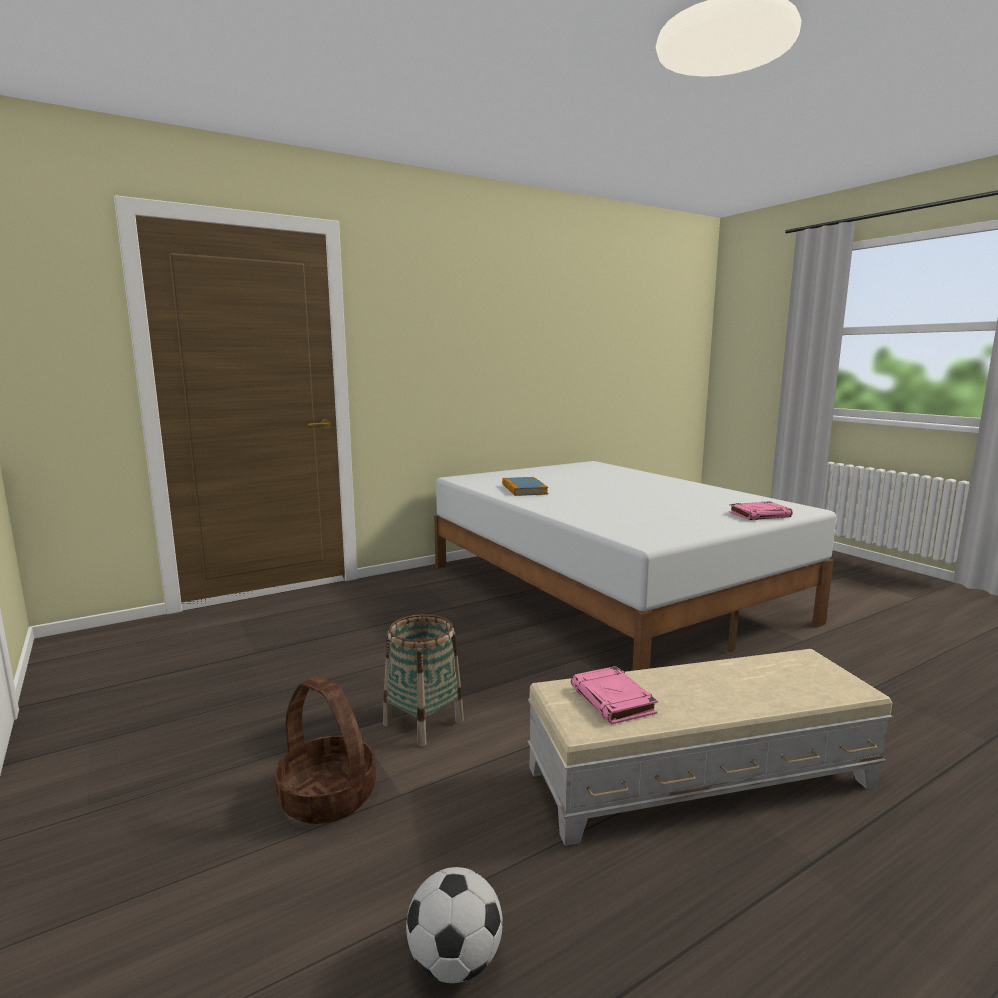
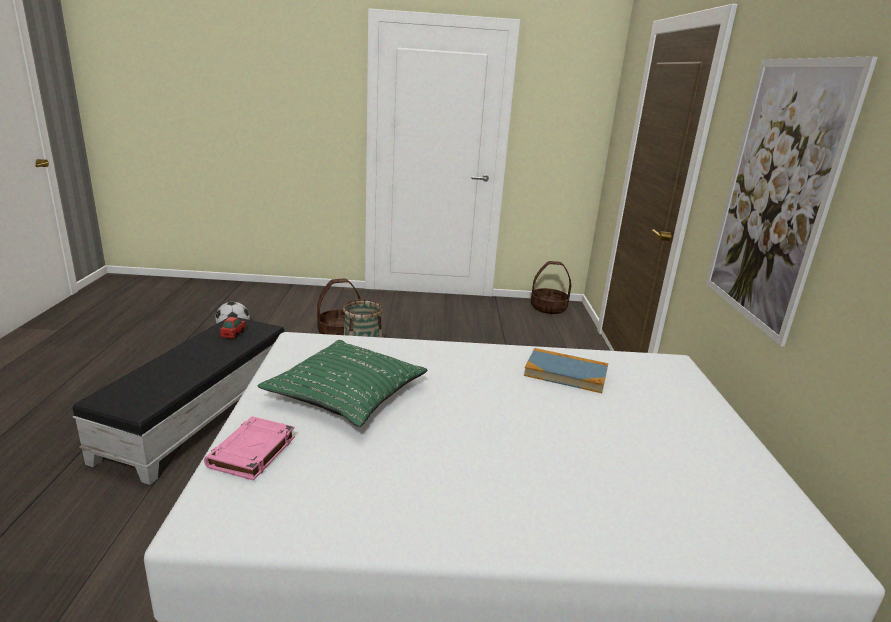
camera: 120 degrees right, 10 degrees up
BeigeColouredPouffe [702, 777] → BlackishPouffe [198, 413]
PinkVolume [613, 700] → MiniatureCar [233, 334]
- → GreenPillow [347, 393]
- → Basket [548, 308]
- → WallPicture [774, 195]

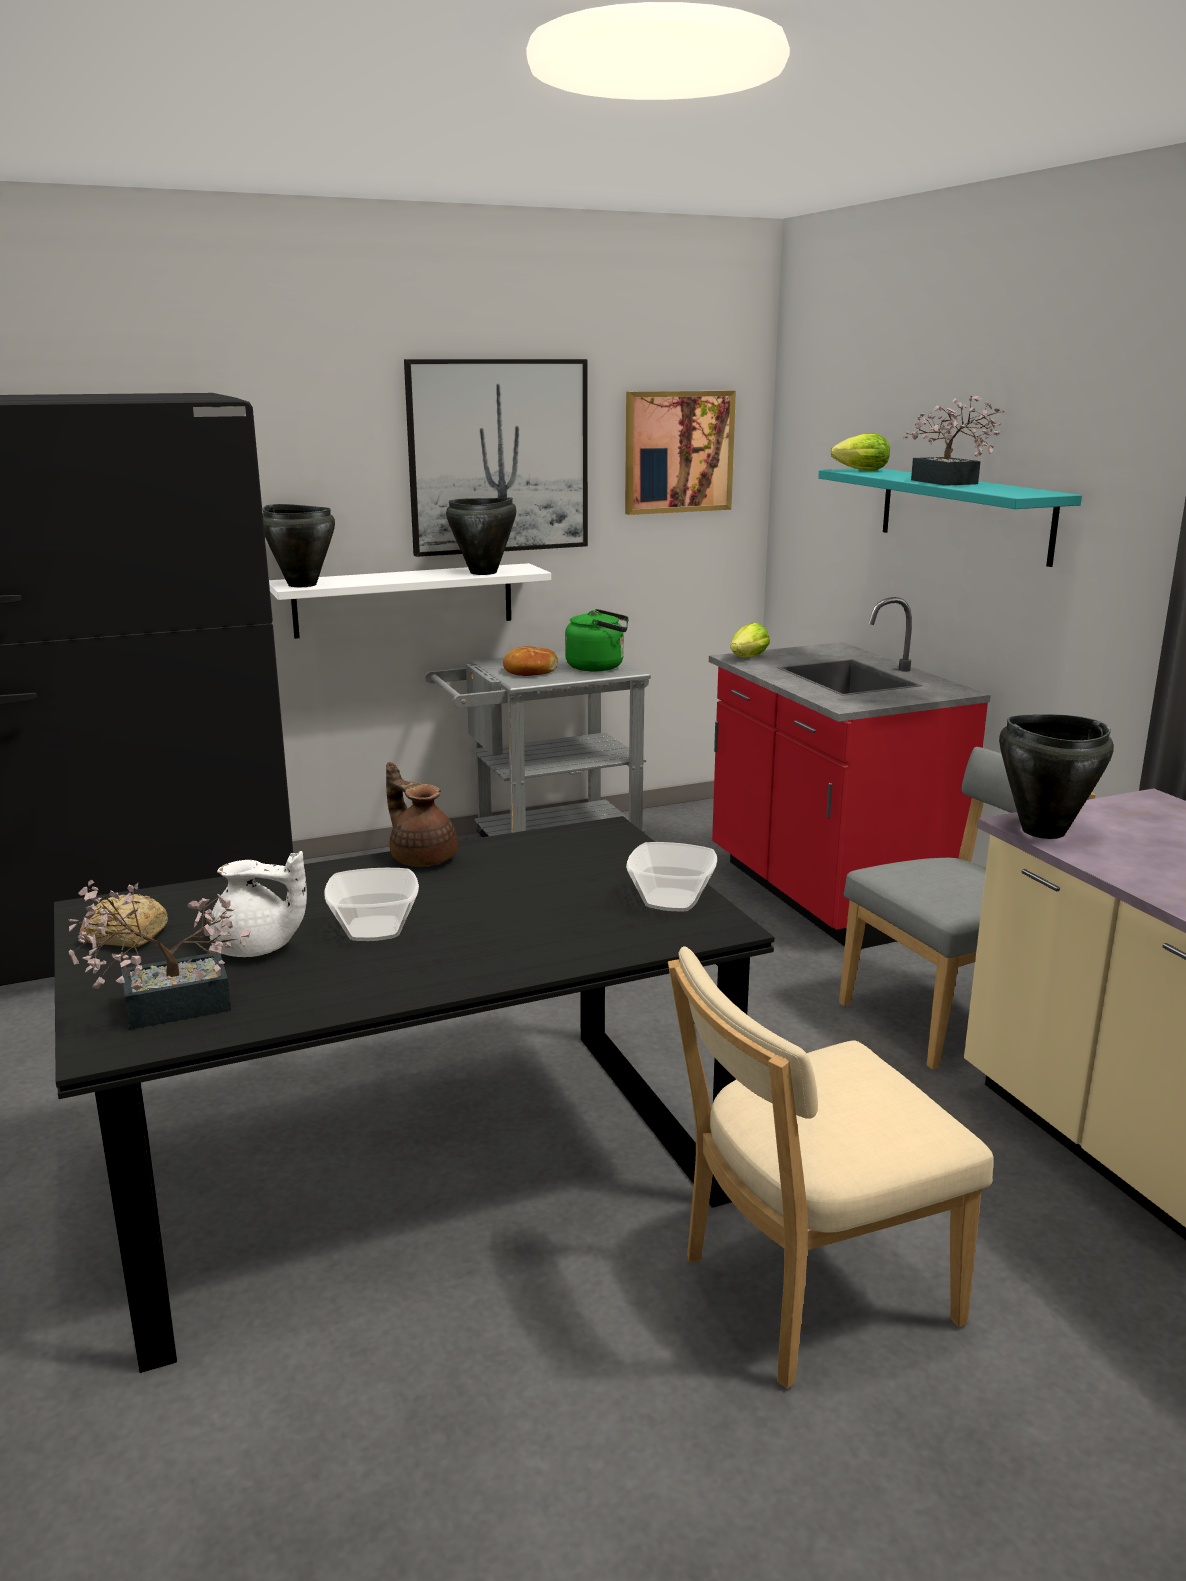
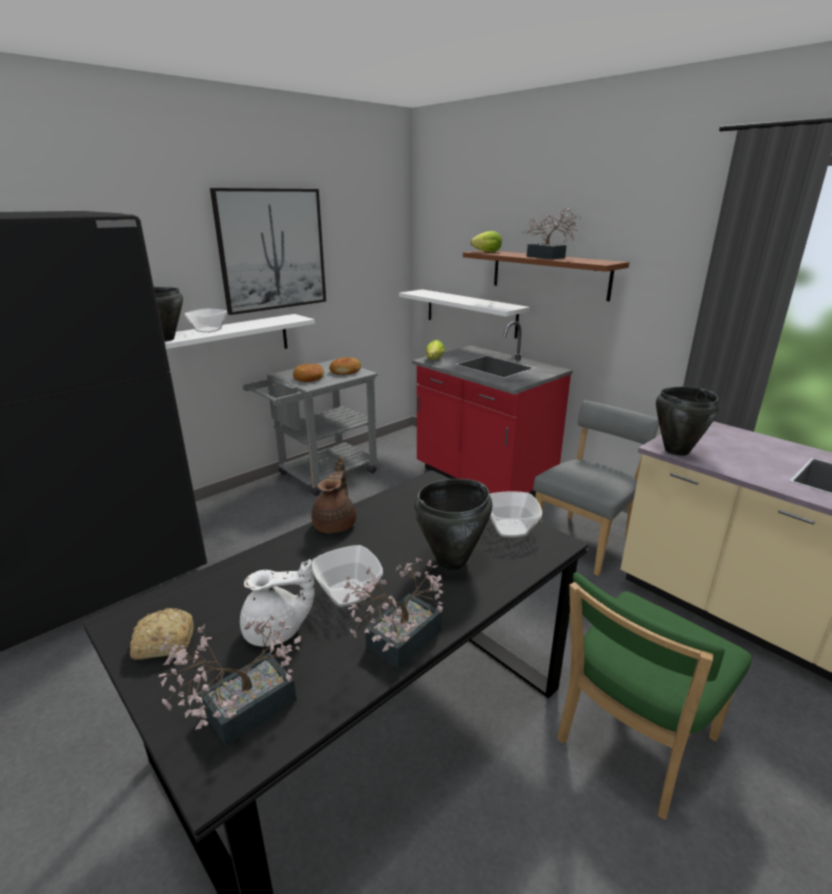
camera: 20 degrees left, 5 degrees up
BrownishPotForTea [422, 857] → BrownishPotForTea [336, 524], 75 degrees clockwise
BlackishSaucepot [484, 573] → BlackishSaucepot [452, 561], moved
GreenTeaKettle [599, 667] → BakeryBread [346, 371]
WallPicture [678, 452] → -
BeigeColouredPlainChair [807, 1293] → GreenPlainChair [631, 743]
BlueGreenWallShelf [964, 514] → BrownishWallShelf [549, 274]
- → ServingBowl [208, 330]
- → PlantInAPot [397, 643]
- → WhitishWallShelf [470, 313]

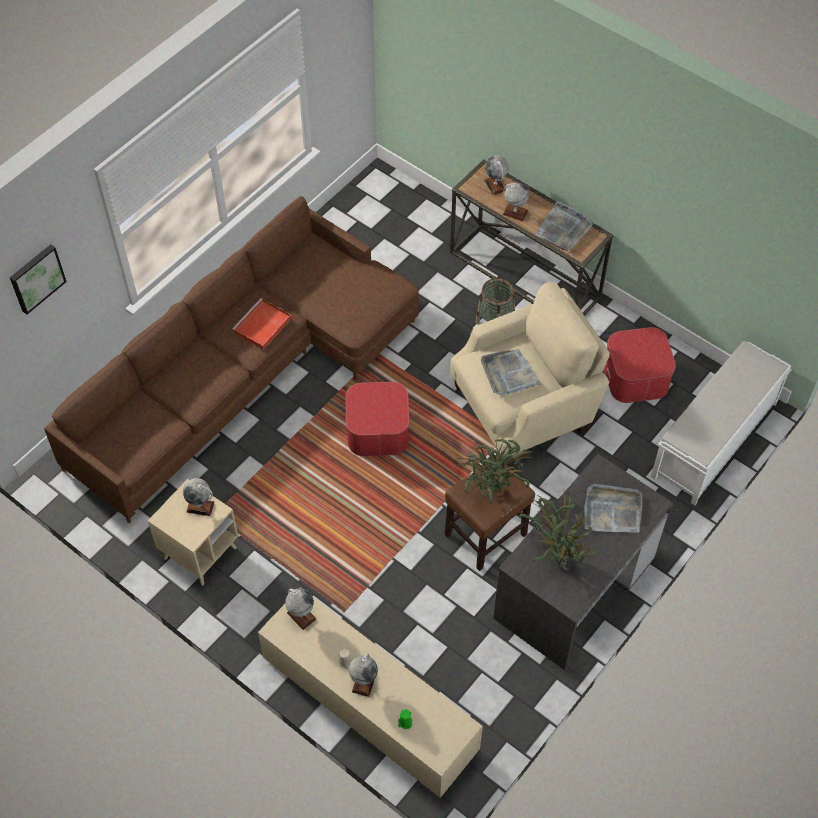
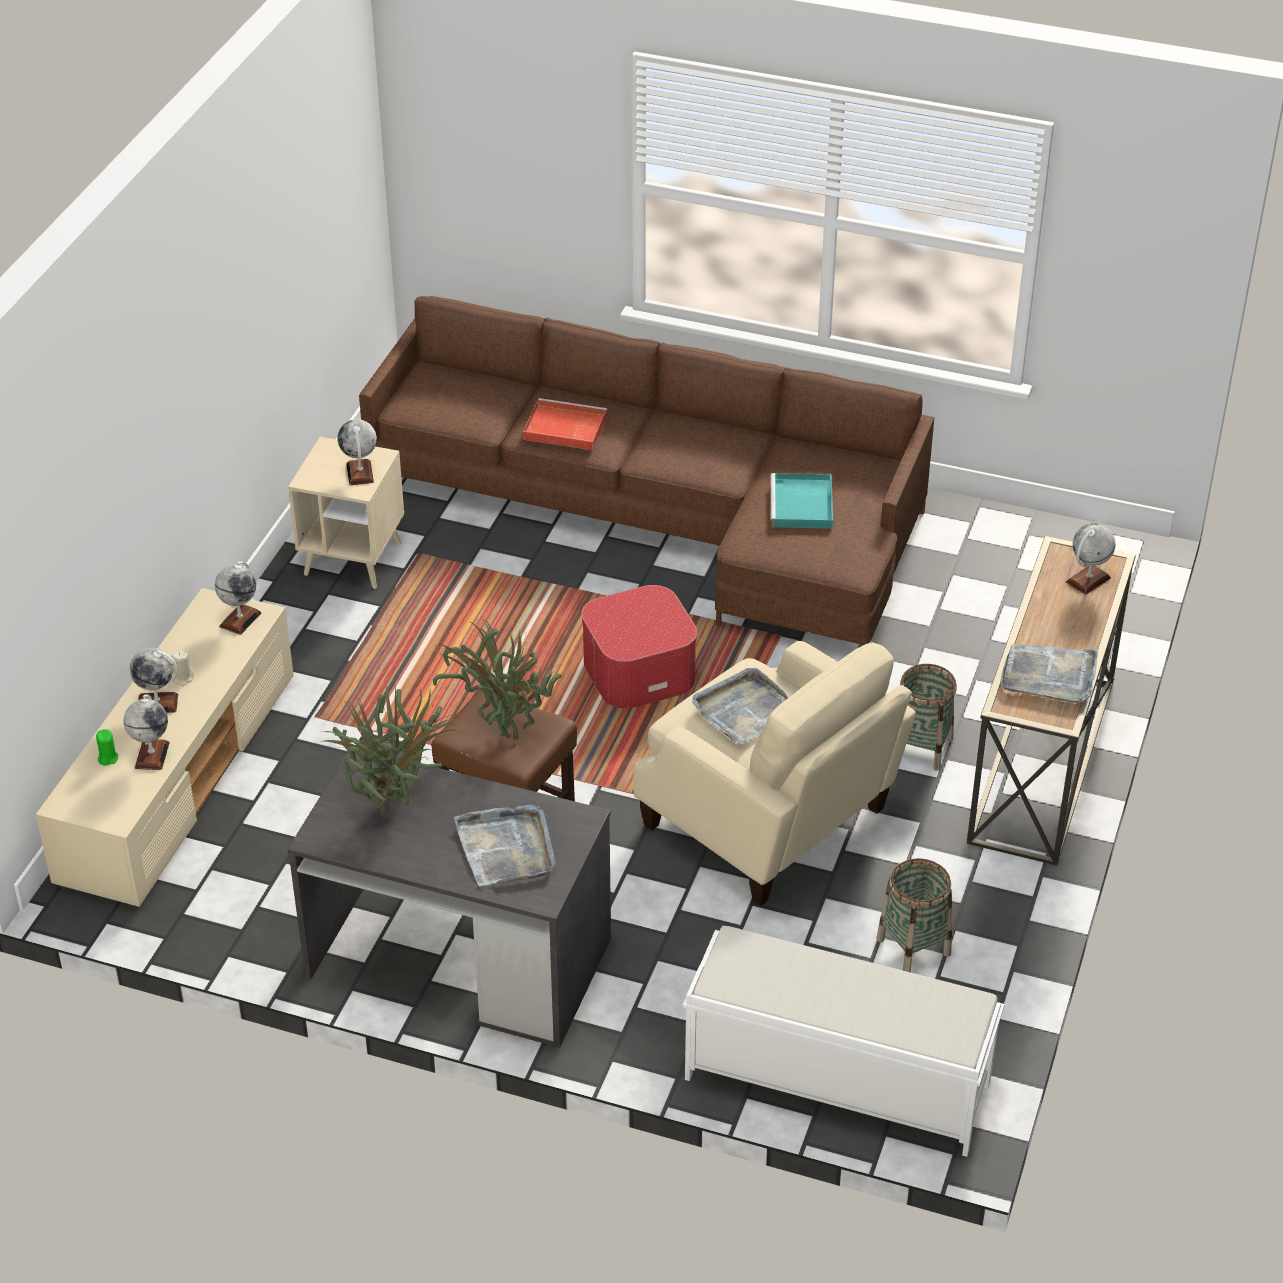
camera: 70 degrees right, 15 degrees down
WallPicture [36, 278] → -
ReddishCarryingTray [262, 326] → ReddishCarryingTray [563, 428], moved
WorldGlobe [514, 212] → WorldGlobe [152, 755], moved
Pouffe [636, 376] → Basket [913, 947]
- → BlueGreenCarryingTray [802, 505]

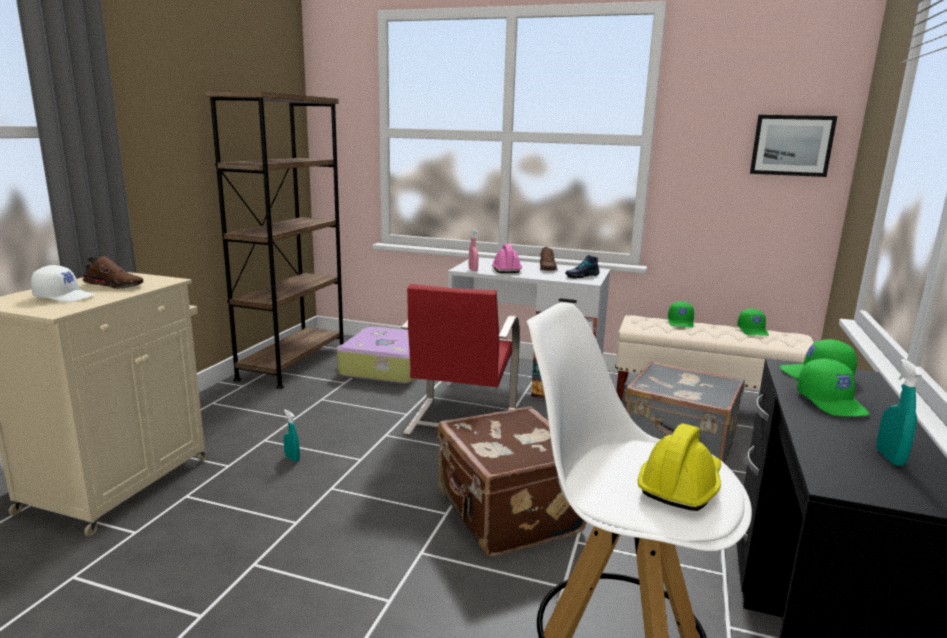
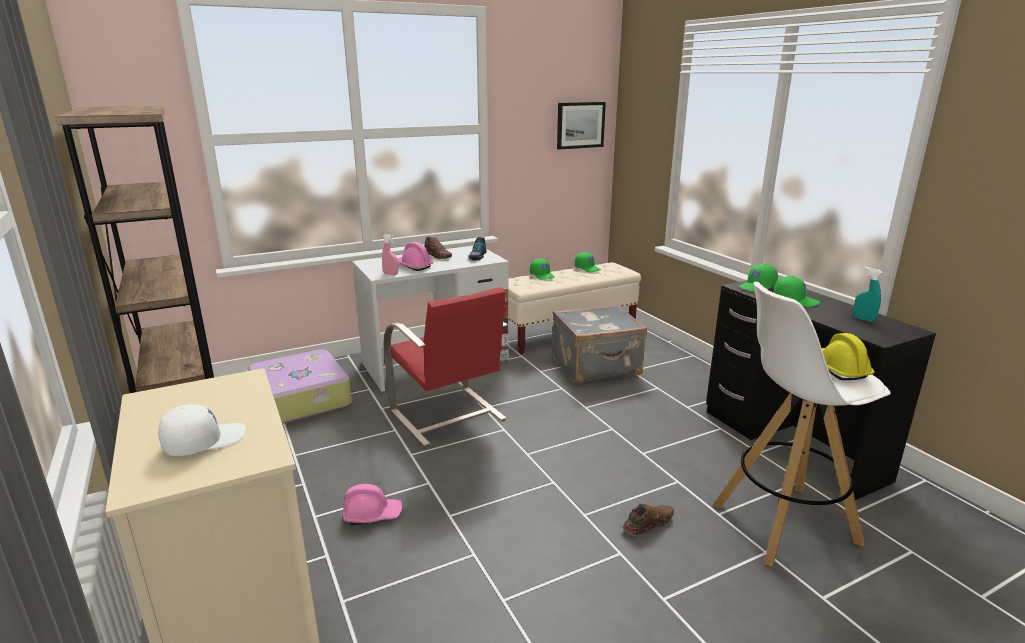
camera: 45 degrees left, 5 degrees up
BrownishItemOfFootwear [115, 285] → BrownishItemOfFootwear [647, 523], moved
BlueGreenSprayer [292, 458] → PinkHardHat [372, 515]
BrownishPieceOfLuggage [506, 514] → -

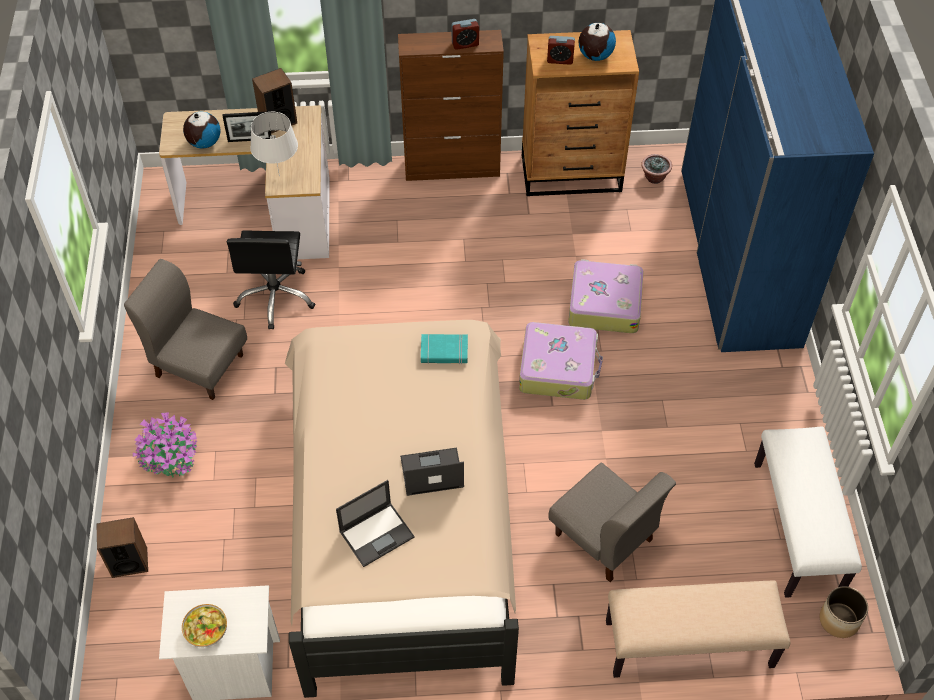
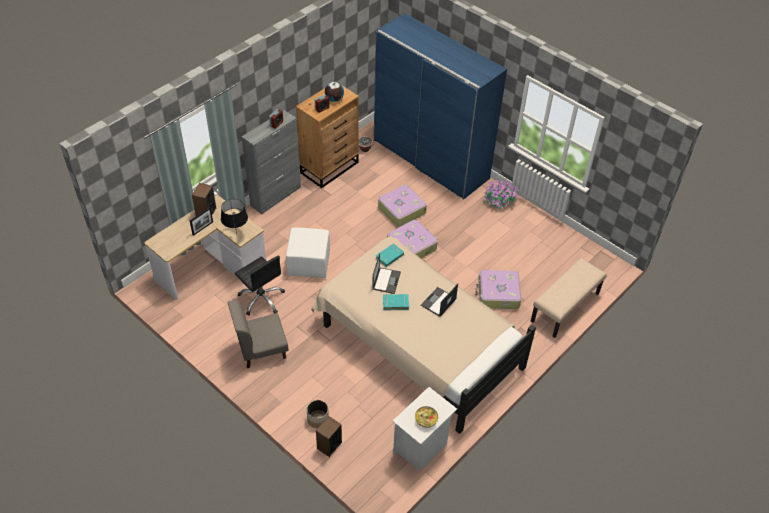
camera: 45 degrees left, 5 degrees down
PlantInAPot [170, 458] → PlantInAPot [499, 201], moved
WorldGlobe [204, 143] → -
WhitishTabletopLamp [279, 176] → BlackishTabletopLamp [236, 234]
PortableComputer [377, 533] → PortableComputer [386, 280], moved
BrownishCupboard [452, 168] → GreyCupboard [276, 196]
GreyPlainChair [604, 537] → PieceOfLuggage [498, 294]
WhitishLongSeat [798, 527] → -
Planter [839, 620] → Planter [318, 419], moved
- → WhitishPouffe [308, 263]
- → BlueGreenVolume [395, 303]

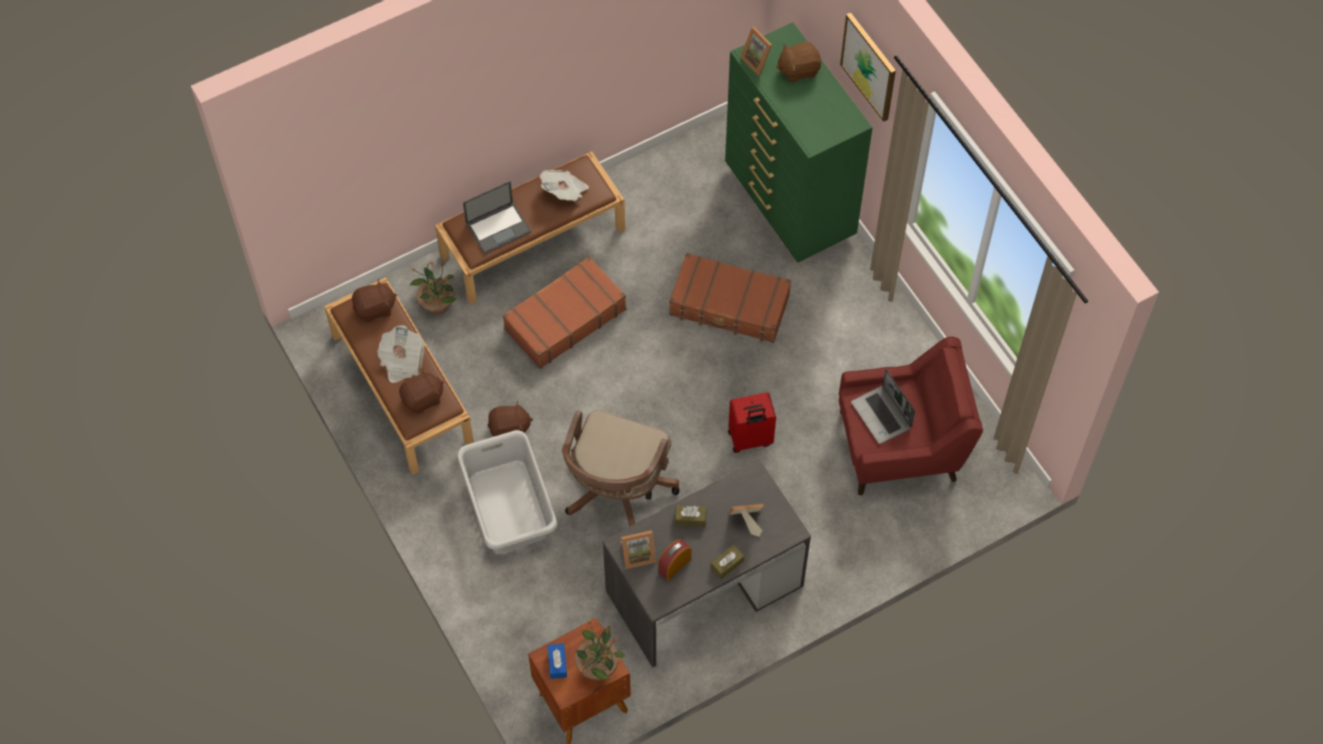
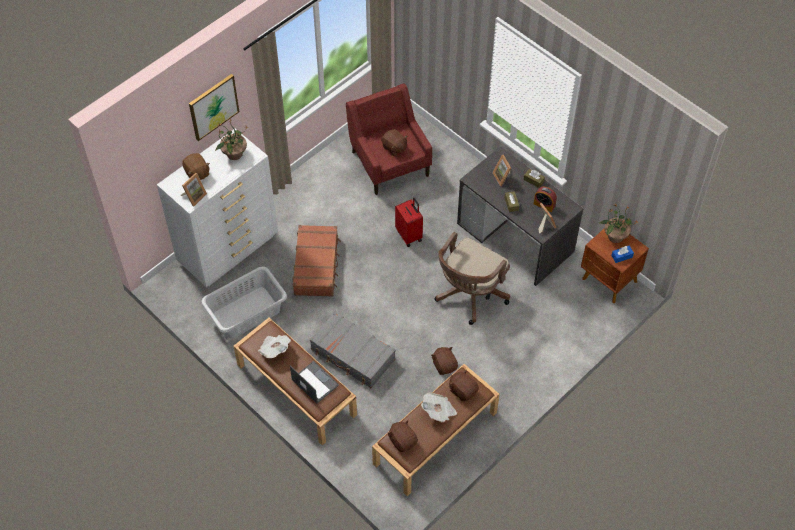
camera: 105 degrees left, 5 degrees down
PlantInAPot [437, 304] → PlantInAPot [234, 154], moved
GreyWashingBasket [509, 505] → GreyWashingBasket [246, 312], moved
BrownishPieceOfLuggage [564, 319] → GreyPieceOfLuggage [352, 355]
BrownishDeskChair [616, 493] → BrownishDeskChair [469, 295], 120 degrees clockwise
GreenChestOfDrawers [789, 204] → WhitishChestOfDrawers [229, 249]
PortableComputer [882, 416] → BrownishSoftToy [394, 147]

